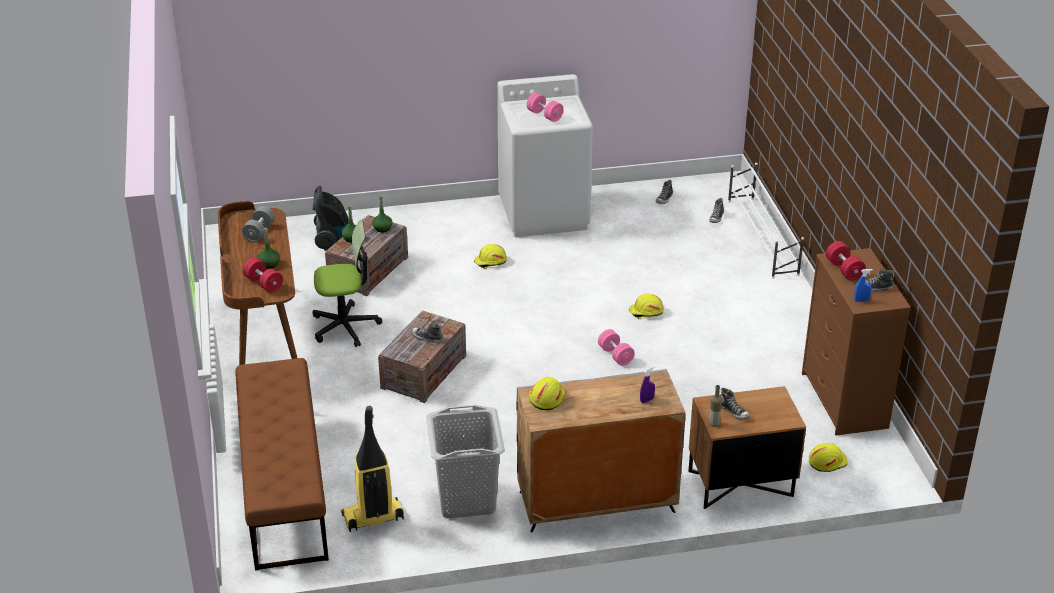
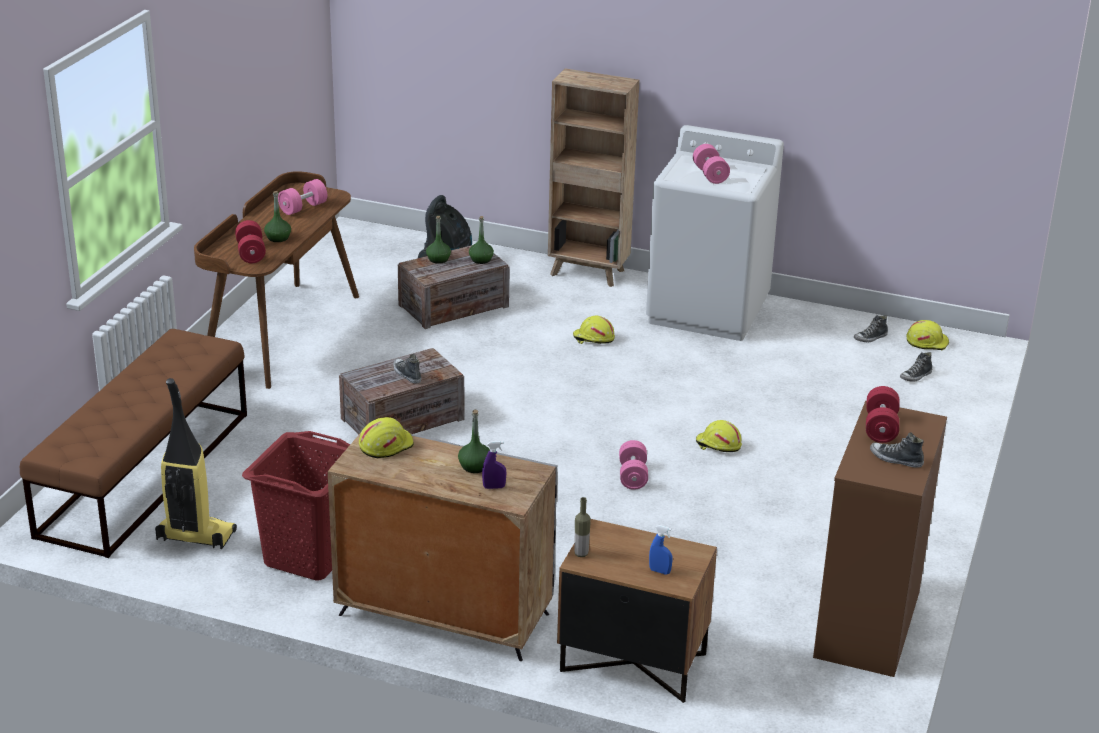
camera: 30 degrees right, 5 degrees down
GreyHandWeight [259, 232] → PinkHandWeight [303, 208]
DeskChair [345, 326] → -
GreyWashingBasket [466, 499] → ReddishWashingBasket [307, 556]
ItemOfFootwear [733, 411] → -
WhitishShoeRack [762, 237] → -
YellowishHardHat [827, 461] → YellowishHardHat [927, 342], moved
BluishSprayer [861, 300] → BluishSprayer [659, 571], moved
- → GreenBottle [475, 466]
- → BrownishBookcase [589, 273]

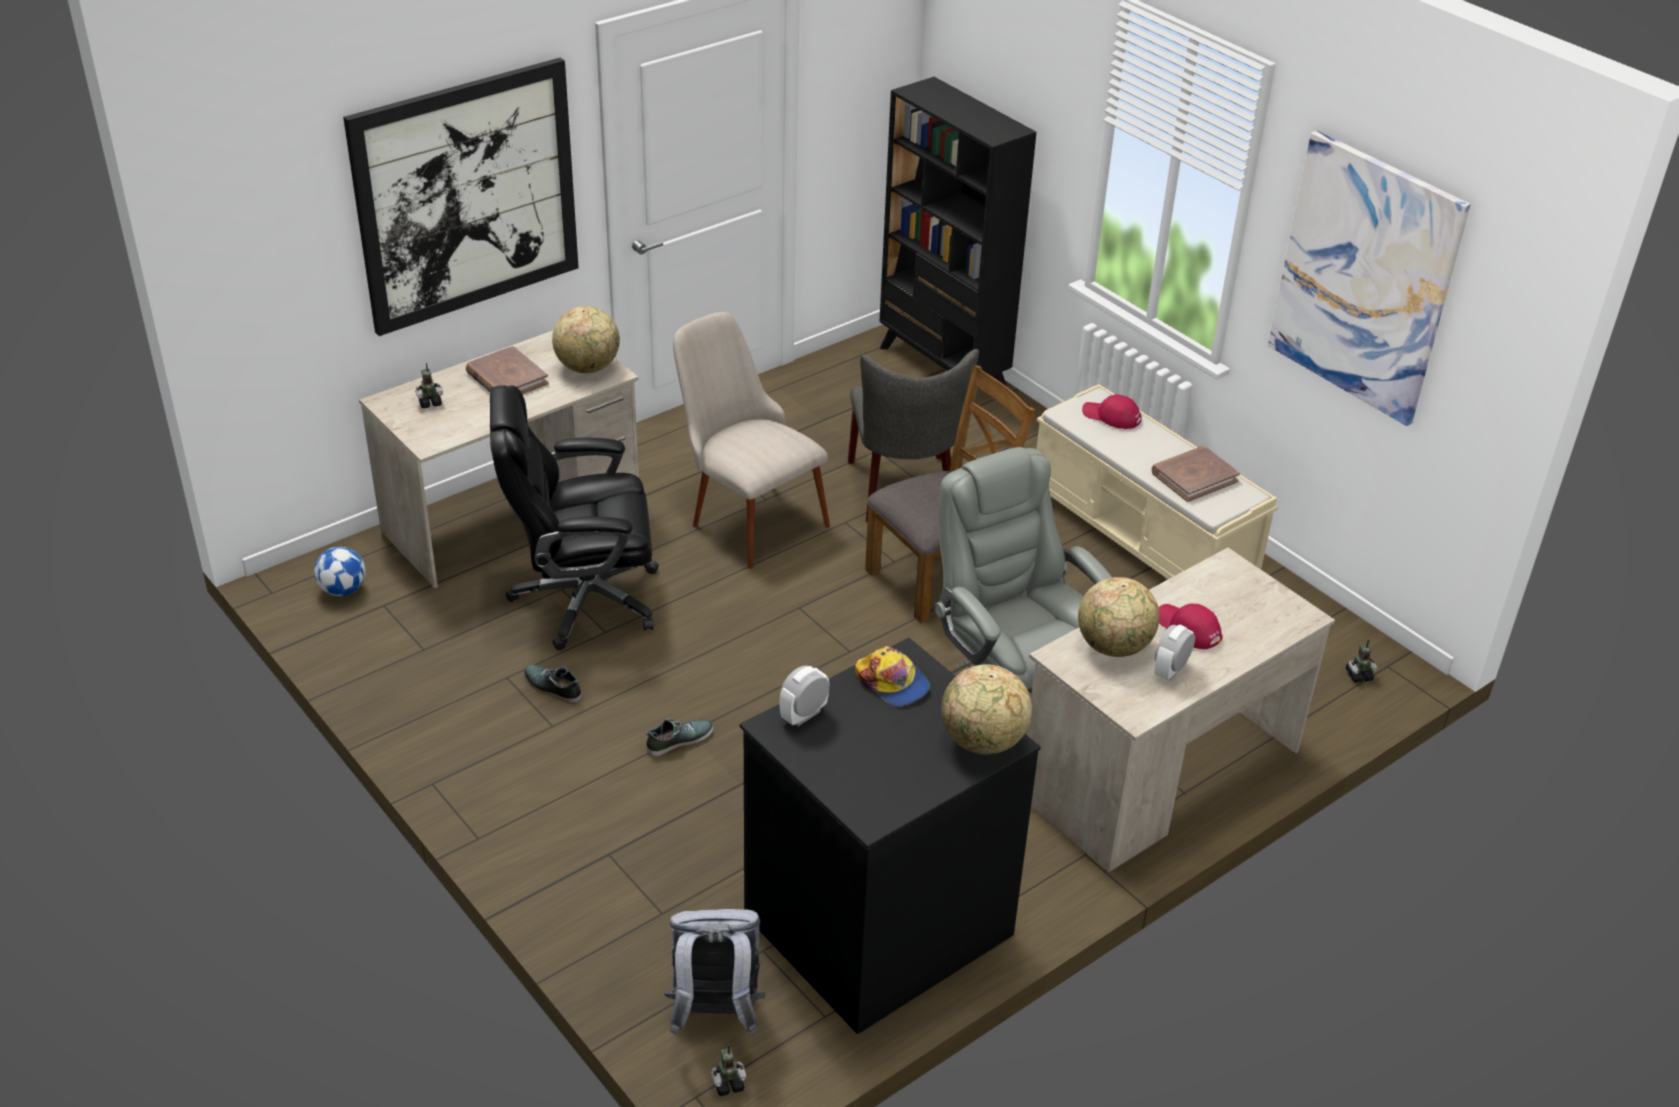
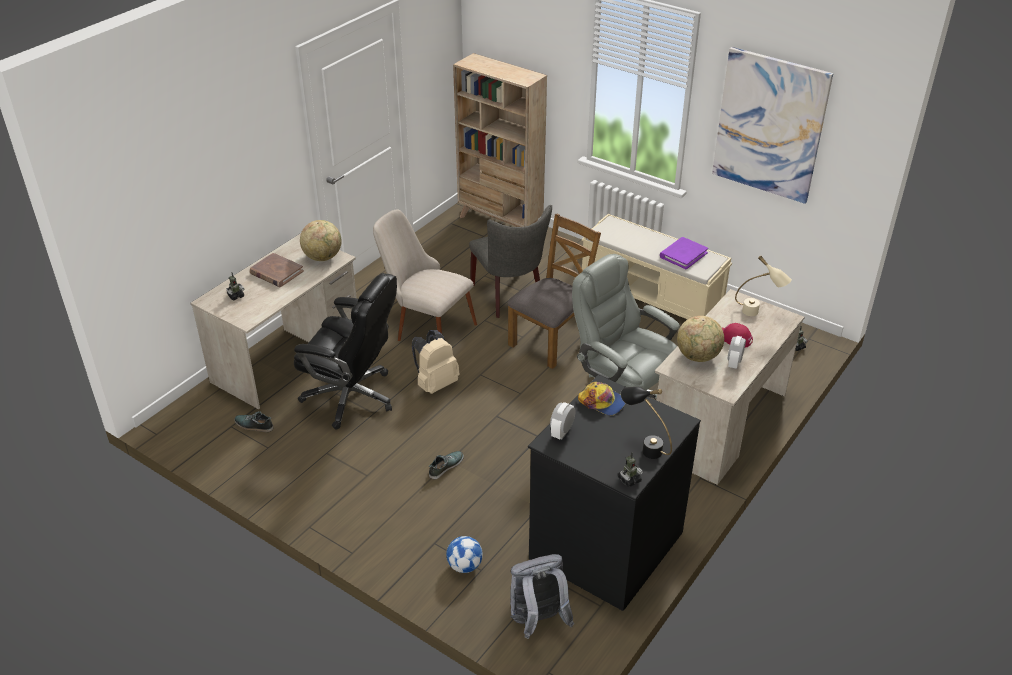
camera: 15 degrees left, 0 degrees up
BallForFootball [343, 590] → BallForFootball [464, 566], moved
WallPicture [466, 196] → -
BlackishDeskChair [583, 599] → BlackishDeskChair [352, 397], 135 degrees counterclockwise
ItemOfFootwear [552, 687] → ItemOfFootwear [254, 425], moved
RobotFigure [728, 1083] → RobotFigure [629, 480], moved
BlackishBookcase [942, 368] → BeigeColouredBookcase [500, 222]
WorldGlobe [983, 742] → -
ReddishPeakedCap [1111, 416] → -
BrownishVolume [1194, 477] → PurpleVolume [683, 255]
- → BeigeColouredKnapsack [435, 384]
- → BlackishTabletopLamp [644, 447]
- → BeigeColouredTabletopLamp [758, 313]

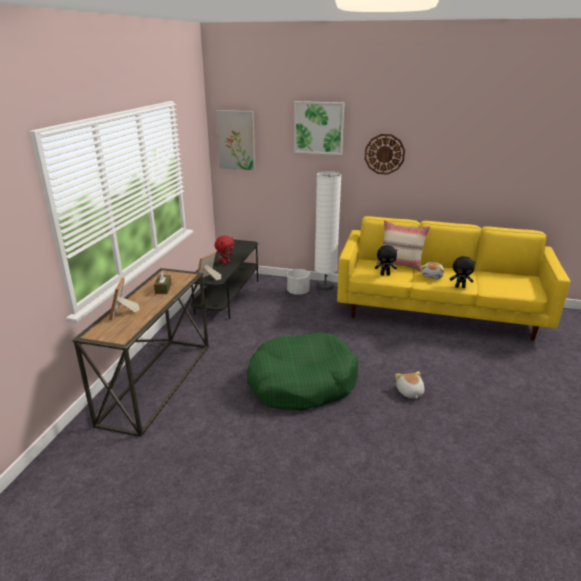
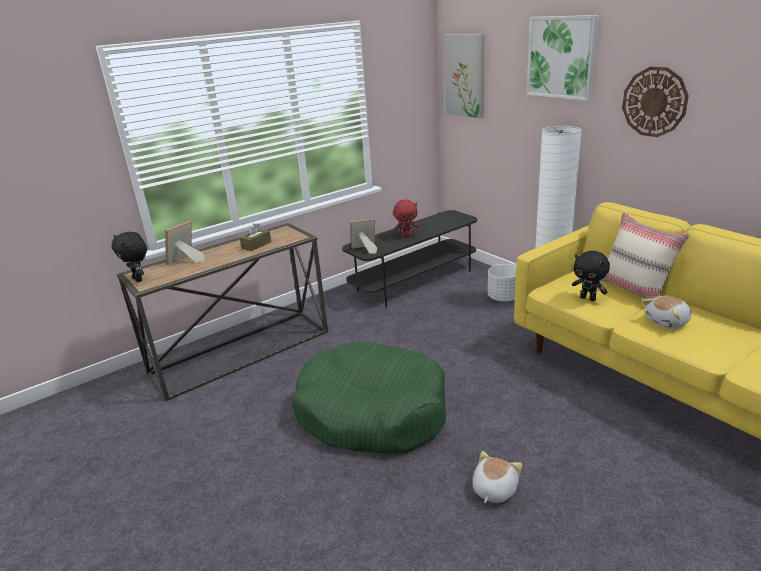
camera: 40 degrees right, 0 degrees up
BlackishSoftToy [460, 287] → BlackishSoftToy [138, 279], moved

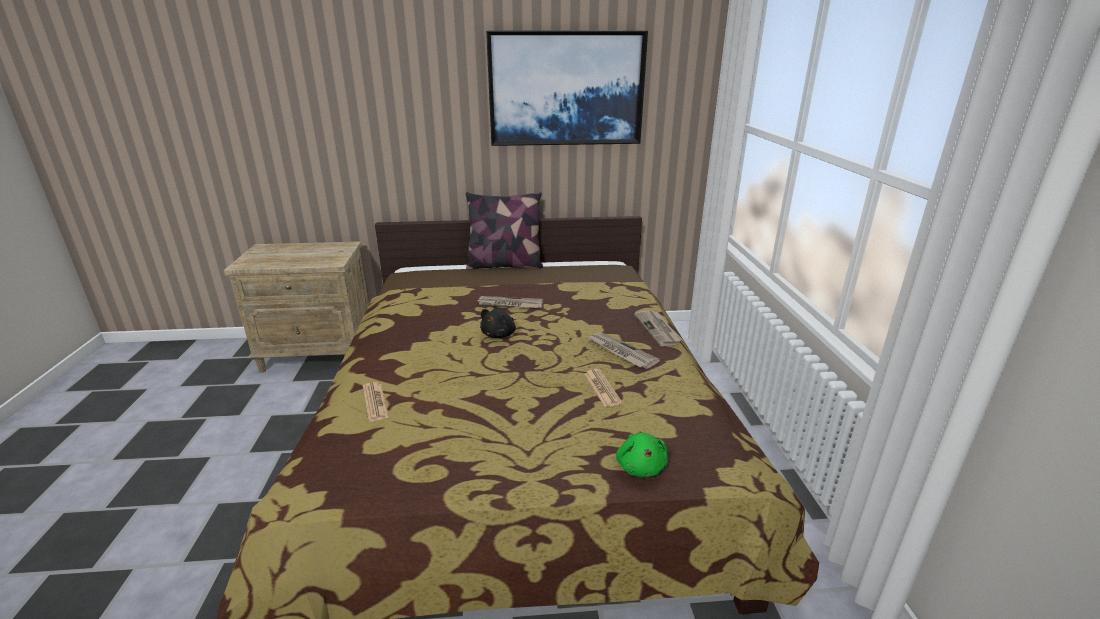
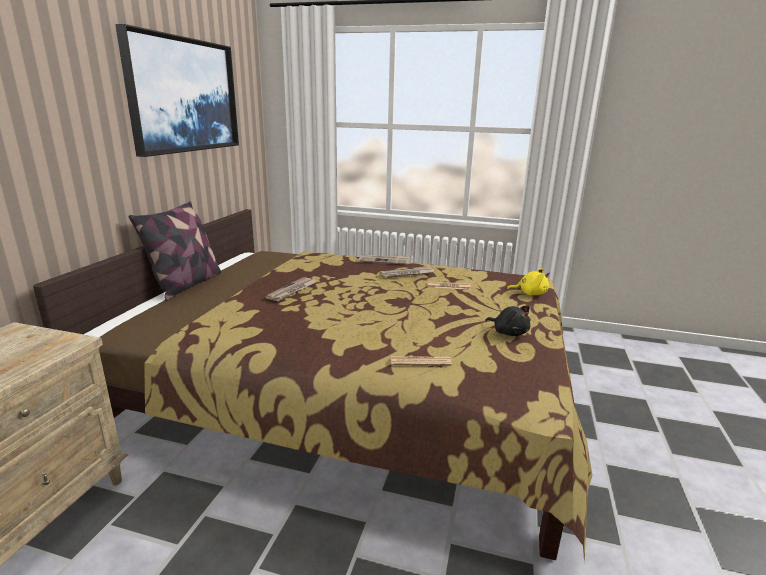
camera: 70 degrees left, 5 degrees down
BlackishSoftToy [499, 334] → BlackishSoftToy [509, 332], moved
GreenSoftToy [640, 466] → YellowishSoftToy [530, 293]

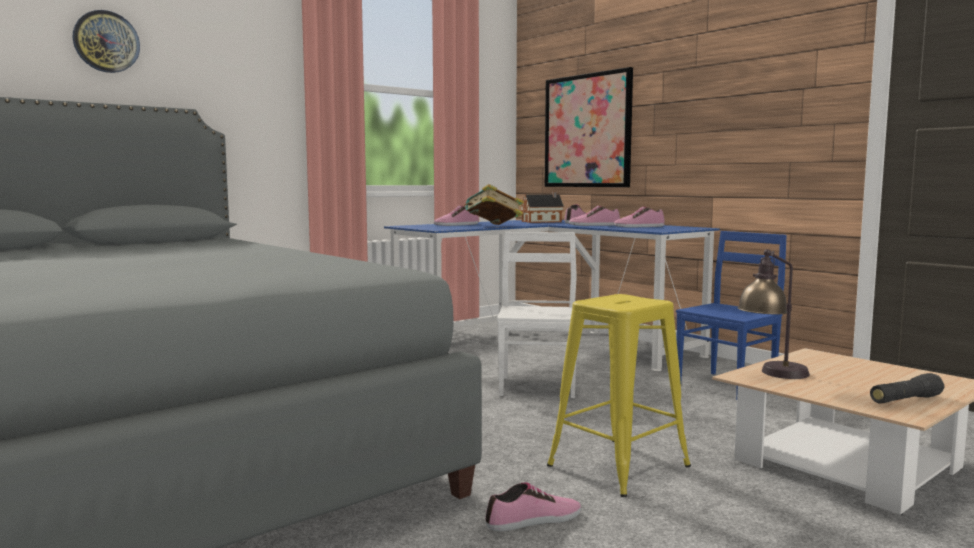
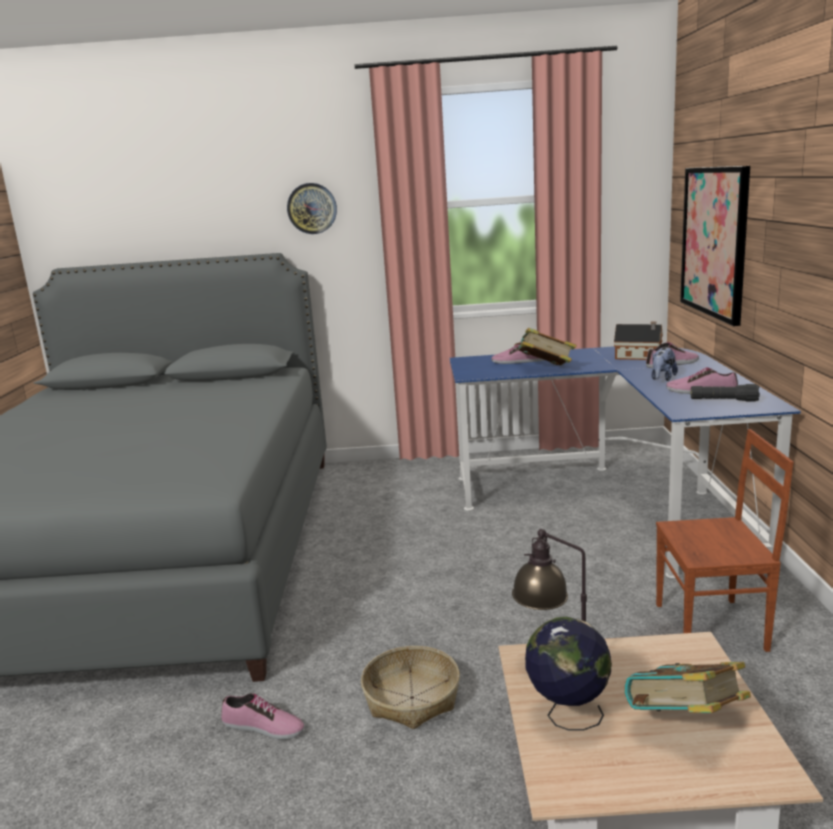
camera: 40 degrees right, 10 degrees up
HangingClock [106, 42] → HangingClock [312, 208], moved
WhitishPlainChair [539, 386] → -
YellowishStool [618, 466] → Basket [411, 698]
ItemOfFootwear [594, 225] → SoftToy [662, 378]
BluishPlainChair [727, 386] → BrownishPlainChair [712, 627]
BlackishFlashlight [905, 400] → BlackishFlashlight [723, 400], moved
- → WorldGlobe [567, 715]
- → Volume [685, 724]

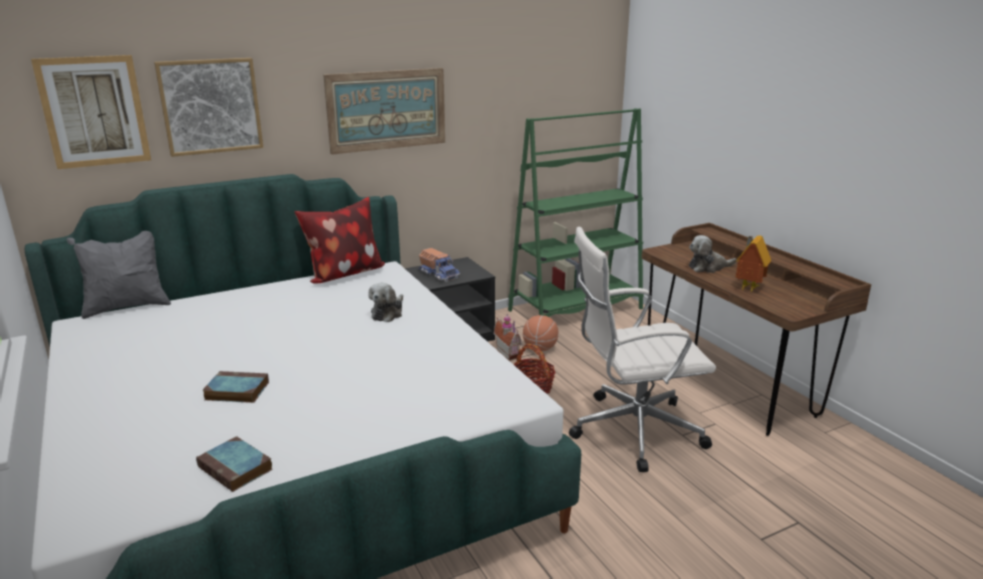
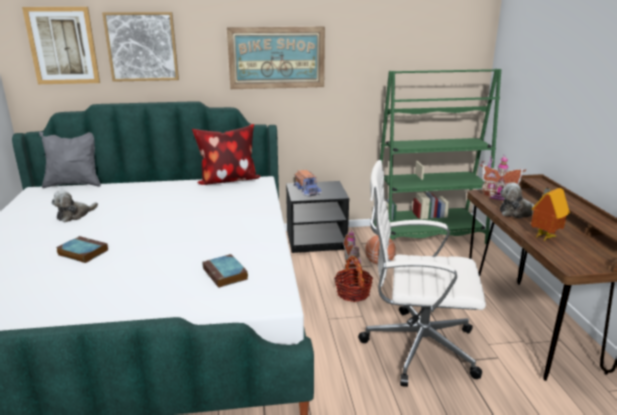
camera: 20 degrees right, 0 degrees up
Volume [236, 468] → Volume [226, 274], moved
SoftToy [388, 313] → SoftToy [74, 215], moved
- → ModelHouse [498, 196]

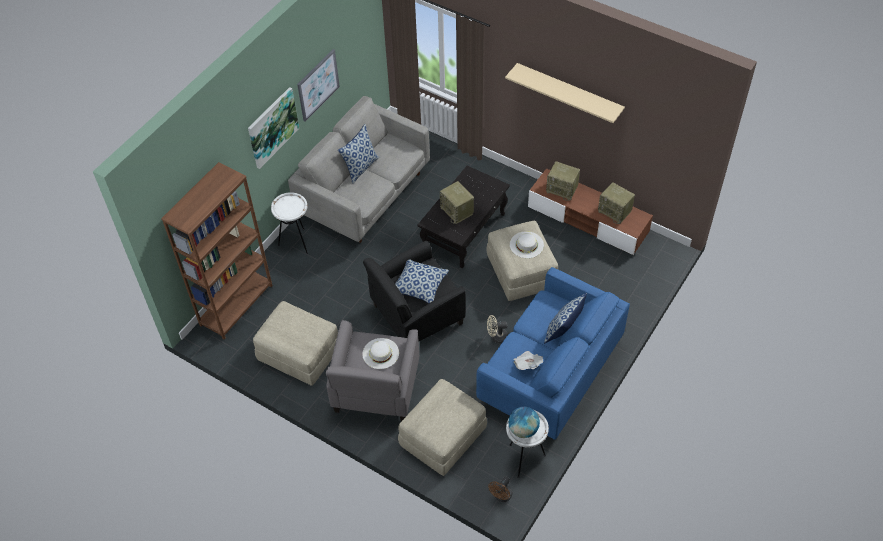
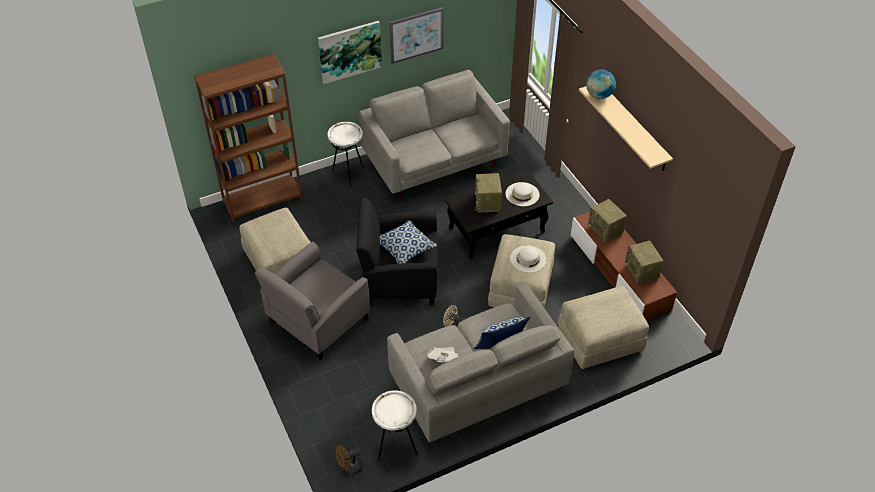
camera: 30 degrees right, 5 degrees down
Pillow [360, 167] → -
WhitishWearableHat [380, 353] → WhitishWearableHat [522, 194], moved
BeigeColouredPouffe [443, 438] → BeigeColouredPouffe [599, 340], moved
BluishCouch [549, 374] → GreyCouch [476, 387]
WorldGlobe [523, 429] → WorldGlobe [599, 95], moved

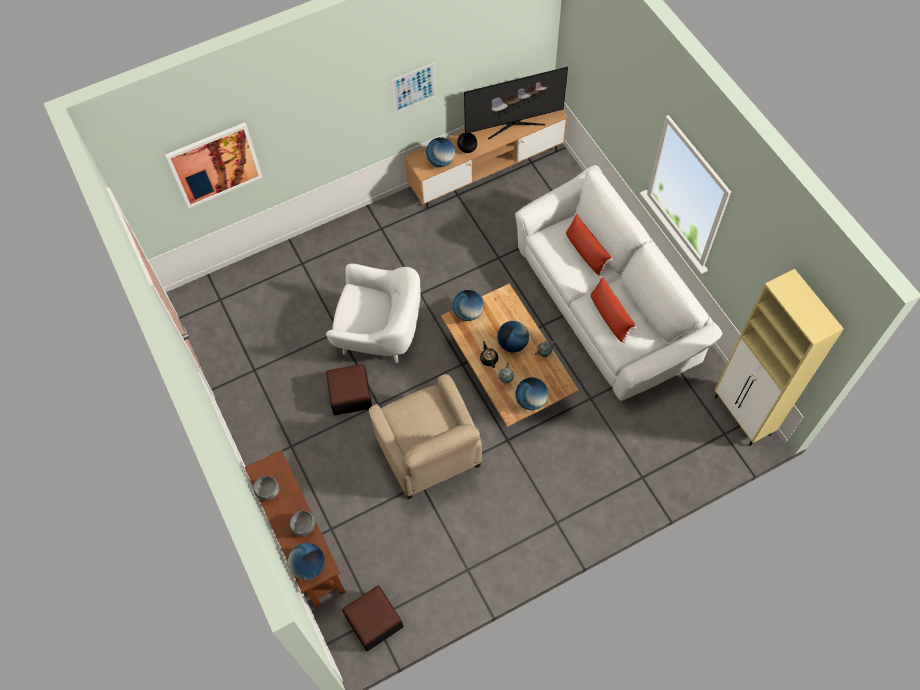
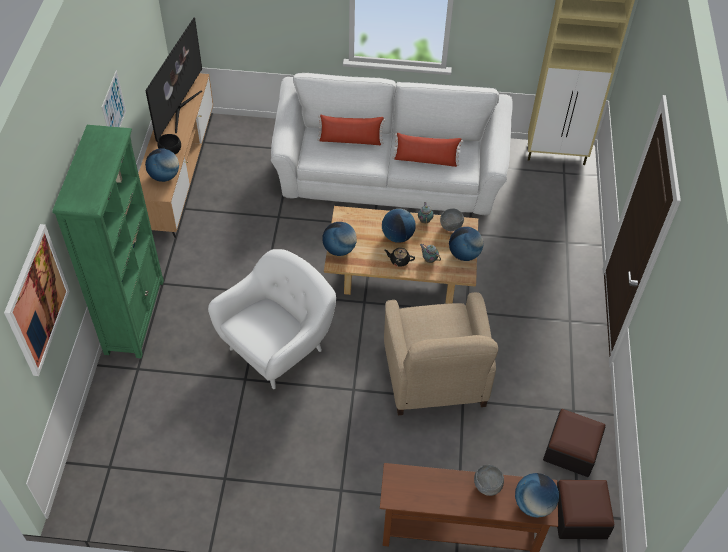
camera: 60 degrees left, 10 degrees down
GreyServingBowl [268, 492] → GreyServingBowl [451, 227], moved
Pouffe [350, 395] → Pouffe [571, 449], moved
BeigeColouredEasyChair [429, 452] → BeigeColouredEasyChair [435, 376], 75 degrees clockwise
- → GreenBookcase [135, 316]

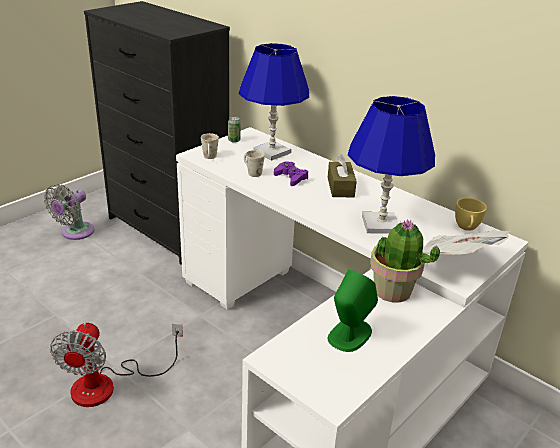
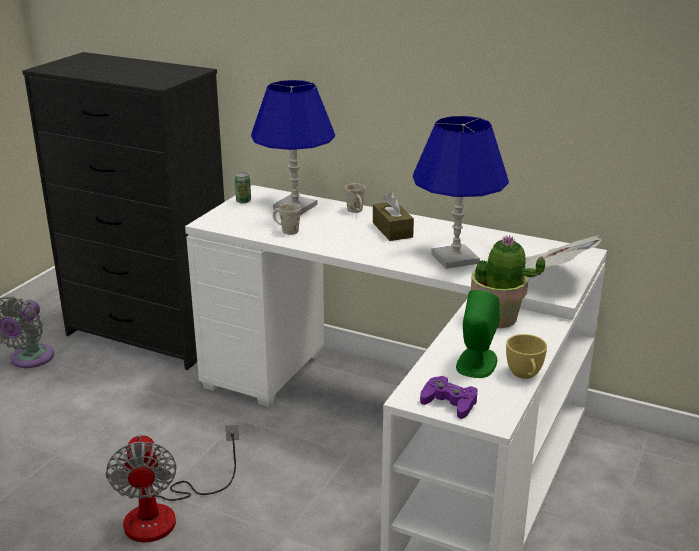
camera: 15 degrees left, 5 degrees down
WhitishTeaMug [210, 158] → WhitishTeaMug [356, 212], moved
PurpleGameController [291, 177] → PurpleGameController [449, 403], moved
YellowishCup [466, 228] → YellowishCup [525, 375], moved

